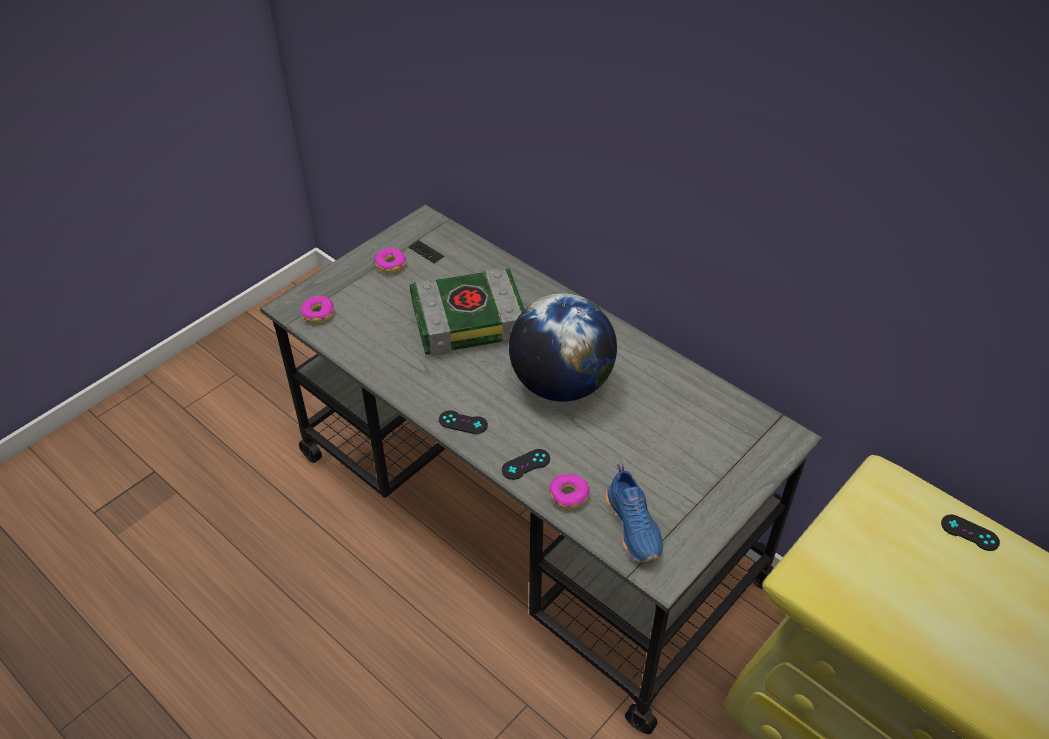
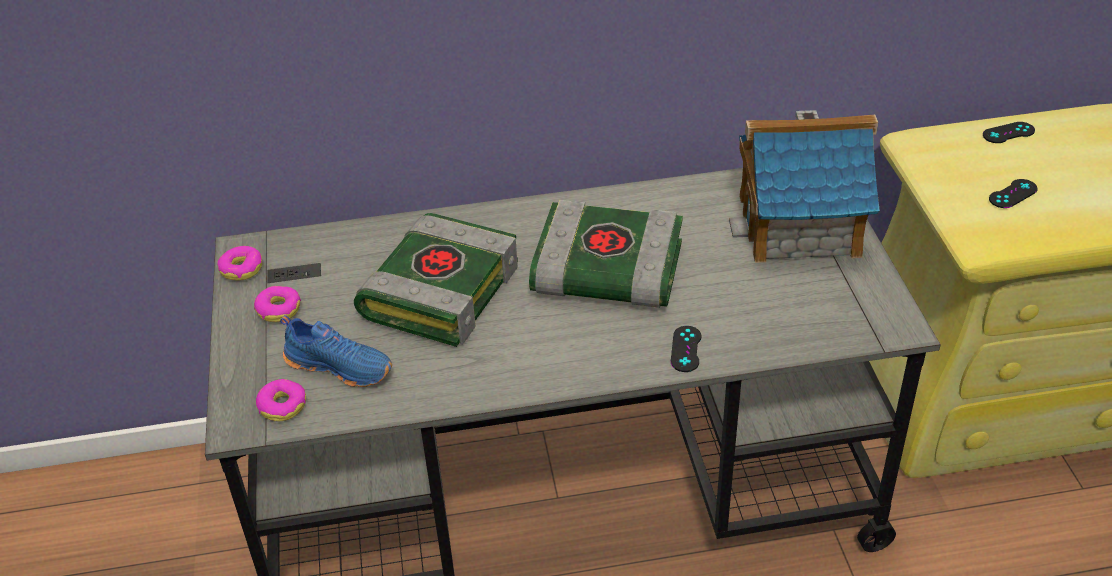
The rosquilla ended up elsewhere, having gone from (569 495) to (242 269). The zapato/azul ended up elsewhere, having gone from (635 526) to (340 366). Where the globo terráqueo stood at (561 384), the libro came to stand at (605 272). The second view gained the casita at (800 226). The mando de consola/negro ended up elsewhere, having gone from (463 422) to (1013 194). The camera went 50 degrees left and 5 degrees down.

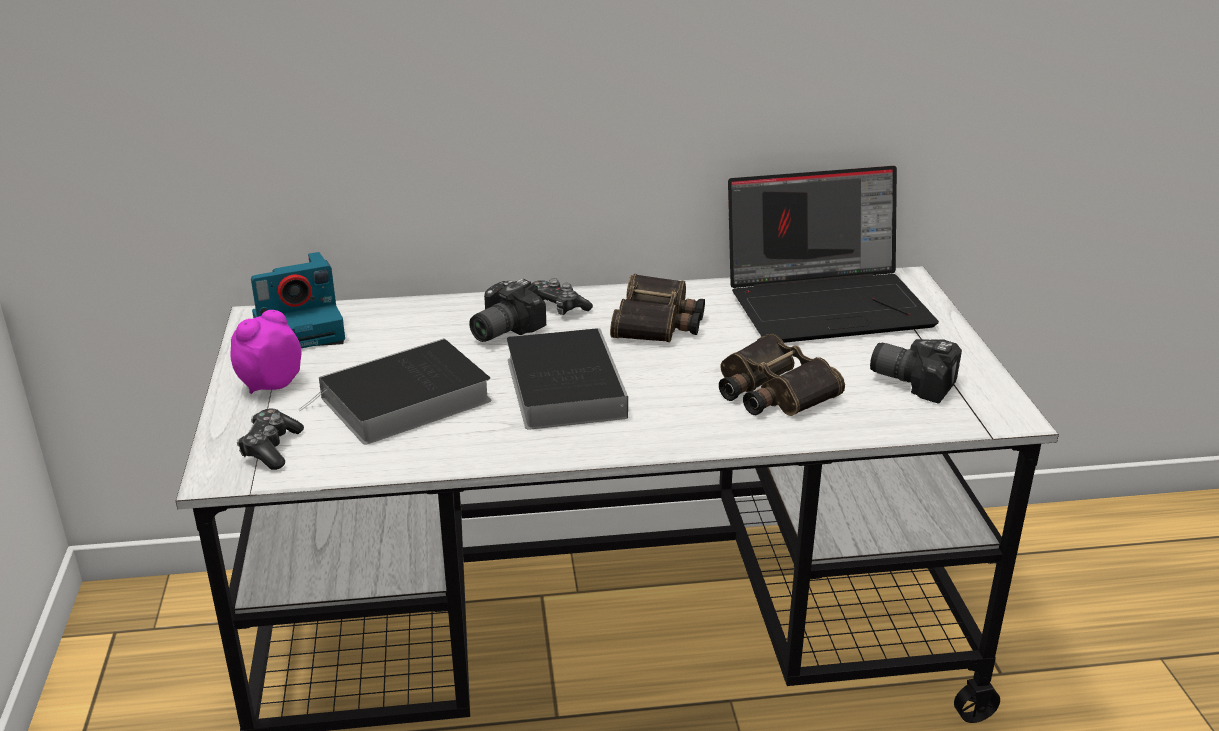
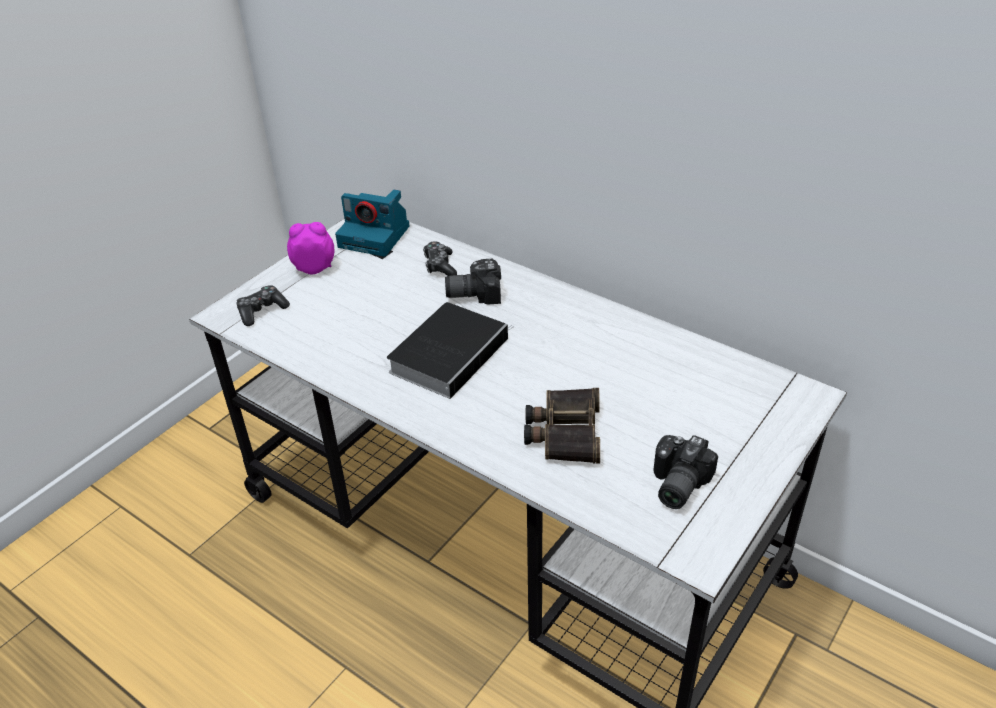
The mando de consola ended up elsewhere, having gone from (557 307) to (440 266). The cámara at (913 380) ended up facing another way, 135 degrees counterclockwise from before. The second view lost the libro at (402 402). The second view lost the prismáticos at (658 322). The second view lost the portátil at (829 303). The camera went 45 degrees right and 10 degrees up.

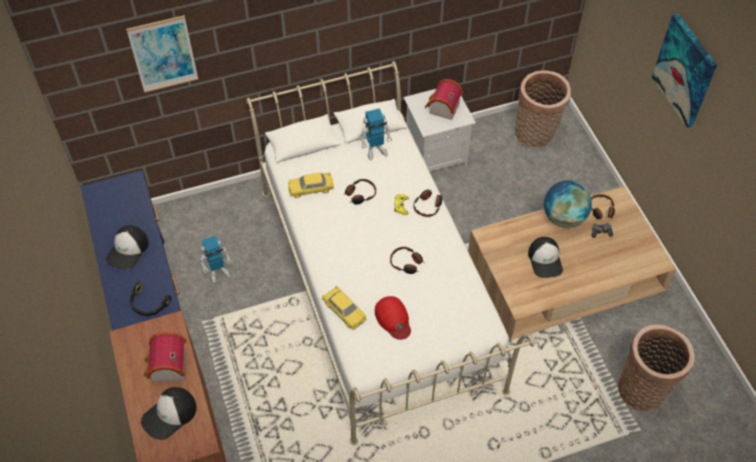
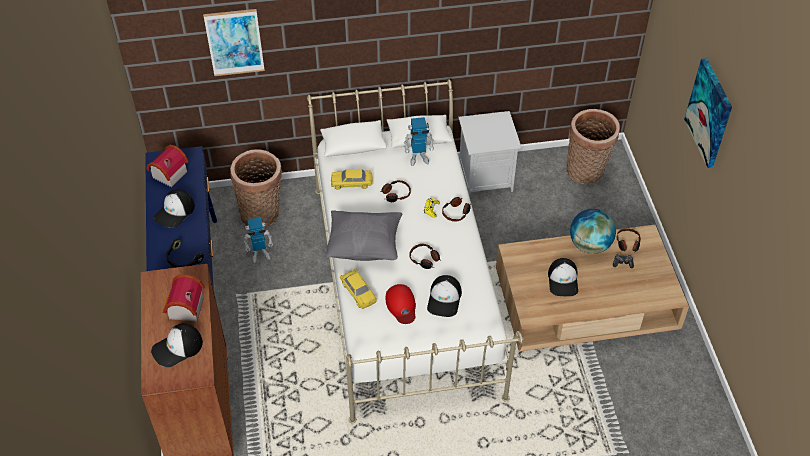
The casita ended up elsewhere, having gone from (442 108) to (167 174). The cesta ended up elsewhere, having gone from (643 389) to (262 214). The second view gained the cojín/gris at (365 246). The second view gained the gorra at (444 299). The camera went 10 degrees right and 5 degrees down.

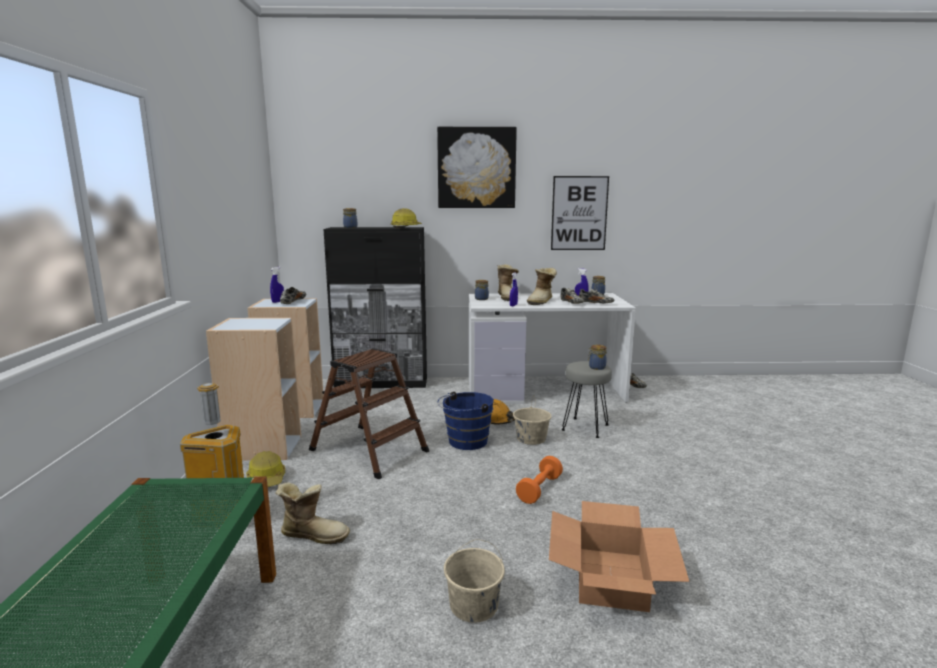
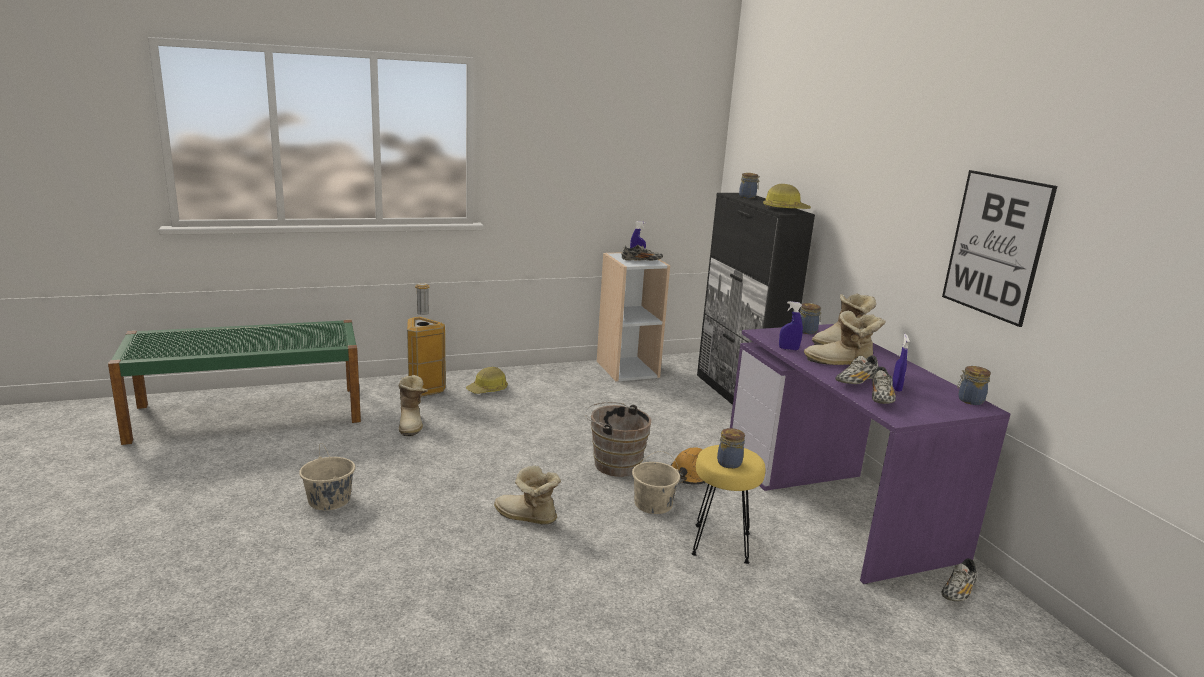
Where the mancuerna/naranja stood at (539 489), the bota came to stand at (526 518). What was the cubo/azul at (465 442) turned into the cubo/marrón at (614 463). What was the taburete/gris at (585 428) turned into the taburete/amarillo at (720 543). What was the escritorio/blanco at (544 389) turned into the escritorio/morado at (838 503). The second view lost the estantería at (262 447). The second view lost the escalera de tijera/marrón at (368 450). The second view lost the cuadro at (476 168). The second view lost the caja de cartón at (611 578). The camera went 70 degrees right and 5 degrees up.

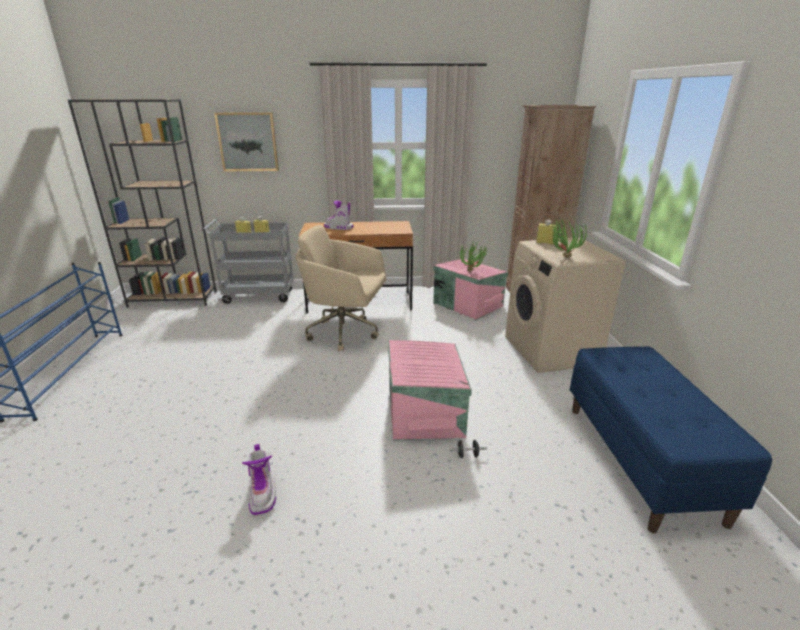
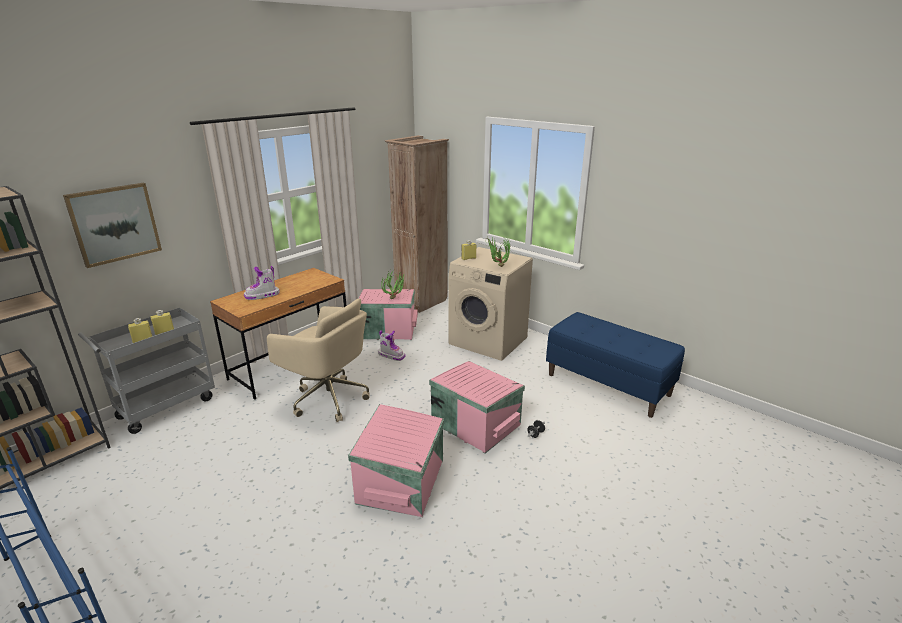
The silla de oficina/beis at (346 334) ended up facing another way, 120 degrees counterclockwise from before. The second view gained the caja de almacenaje/rosa at (402 480). The bota ended up elsewhere, having gone from (263 494) to (391 355). The camera went 45 degrees left and 0 degrees up.

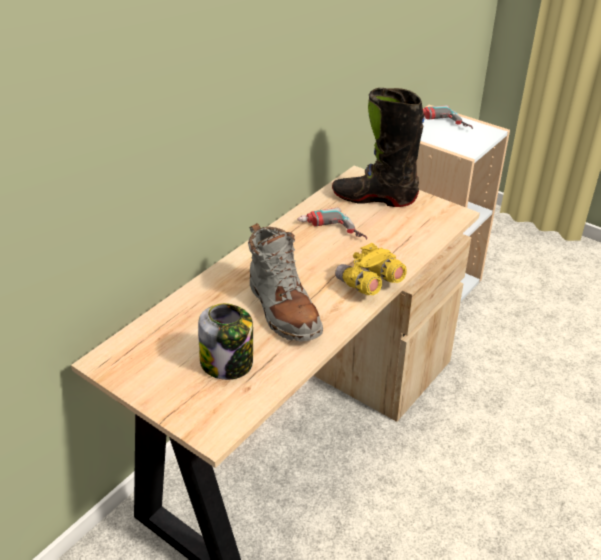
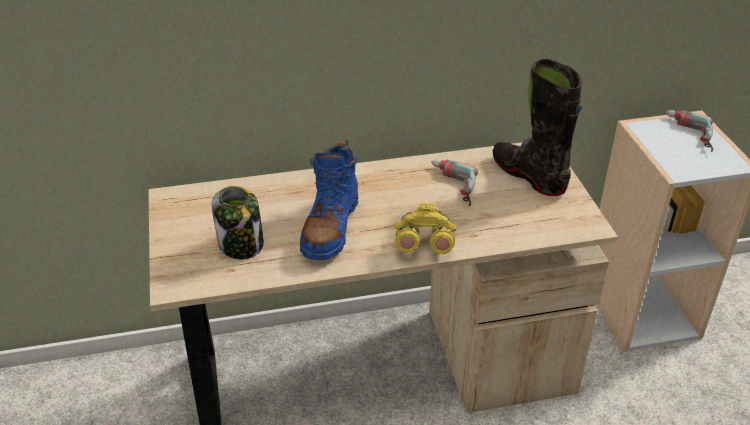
What was the bota/gris at (283 309) turned into the bota/azul at (330 227). The camera went 40 degrees right and 0 degrees up.

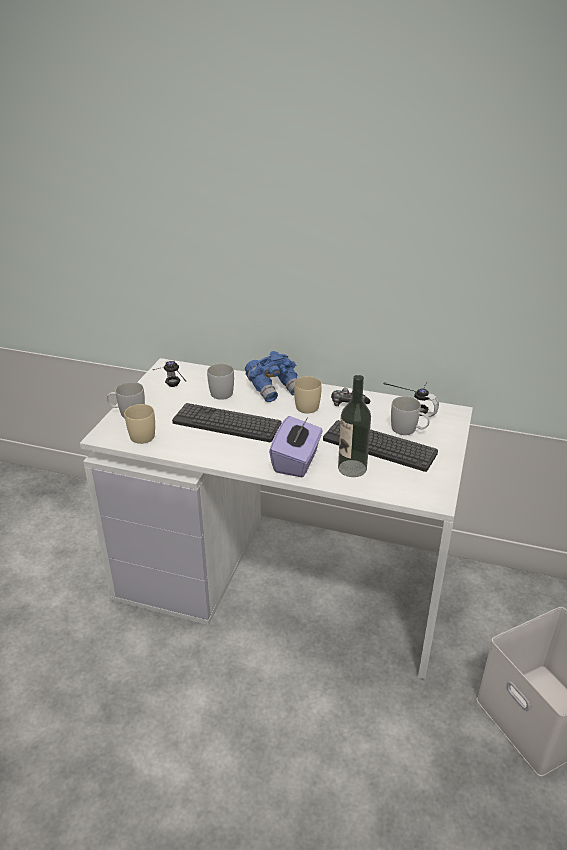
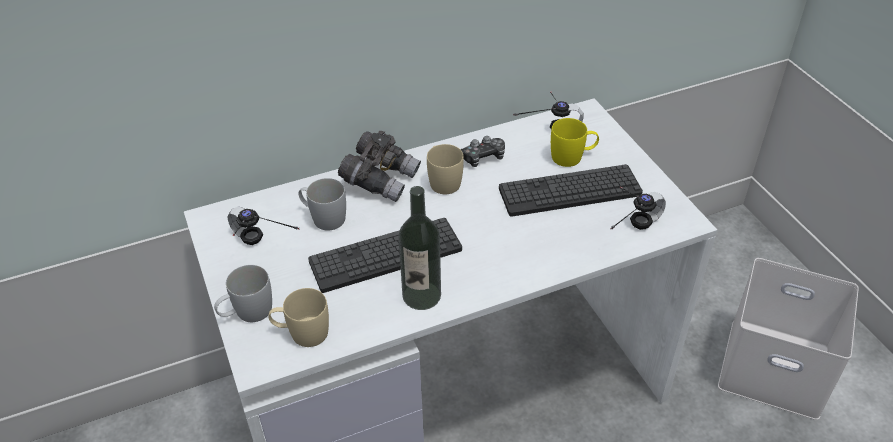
What was the prismáticos/azul at (274 388) turned into the prismáticos/gris at (380 179). The botella ended up elsewhere, having gone from (352 468) to (421 295). What was the taza grande/blanco at (408 430) turned into the taza grande/amarillo at (573 157). The second view gained the auriculares at (624 226). The second view lost the caja de pañuelos/morado at (296 461). The camera went 40 degrees left and 10 degrees up.

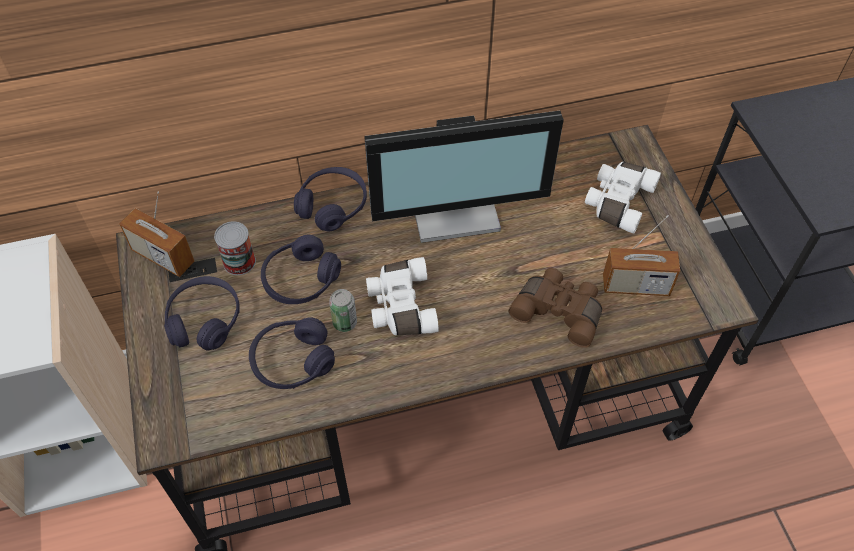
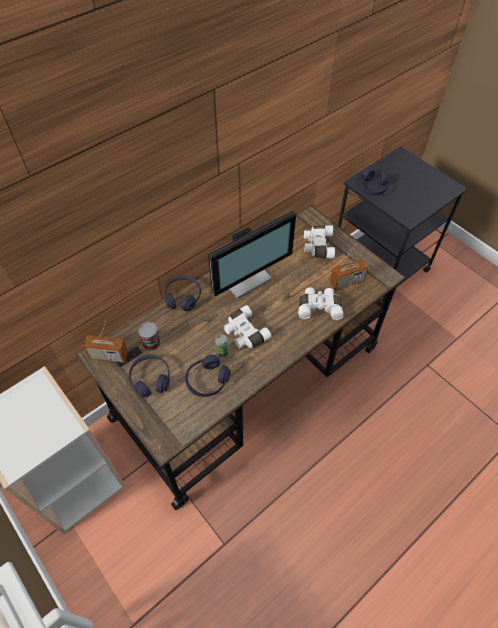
What was the prismáticos/marrón at (559 311) turned into the prismáticos/blanco at (319 307). The auriculares/morado ended up elsewhere, having gone from (301 279) to (371 187). The camera went 25 degrees left and 0 degrees up.

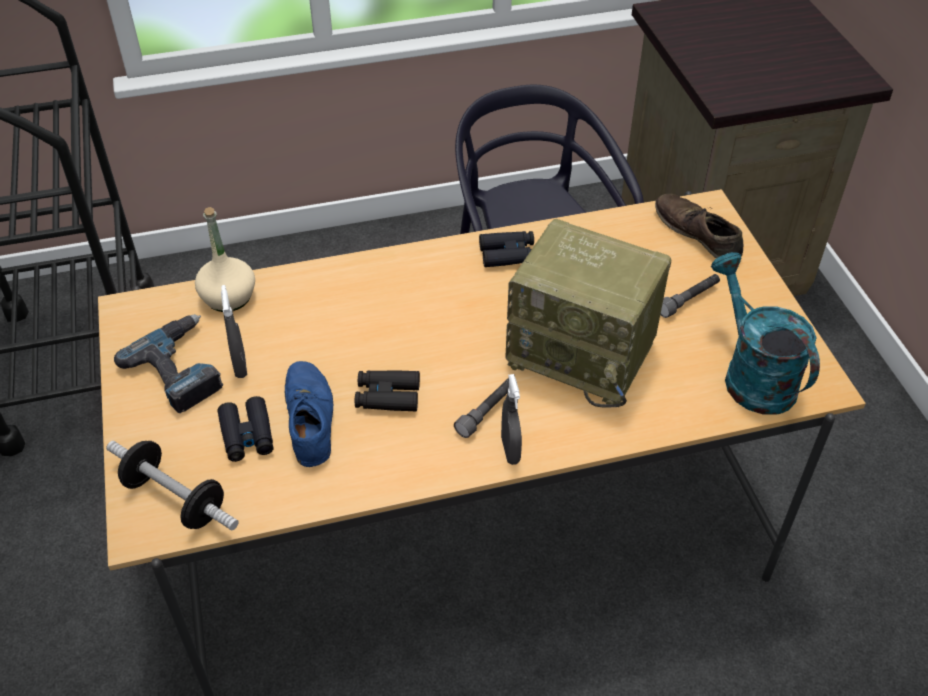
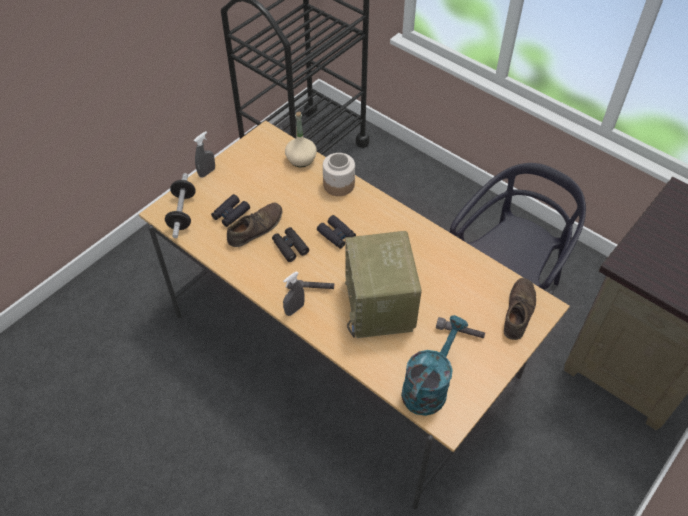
The pulverizador/gris ended up elsewhere, having gone from (240 366) to (207 172). What was the zapato/azul at (309 418) turned into the zapato/marrón at (255 228). The prismáticos/negro ended up elsewhere, having gone from (508 254) to (336 235). The second view gained the tarro at (339 184). The second view lost the taladro at (182 368). The camera went 55 degrees right and 5 degrees up.

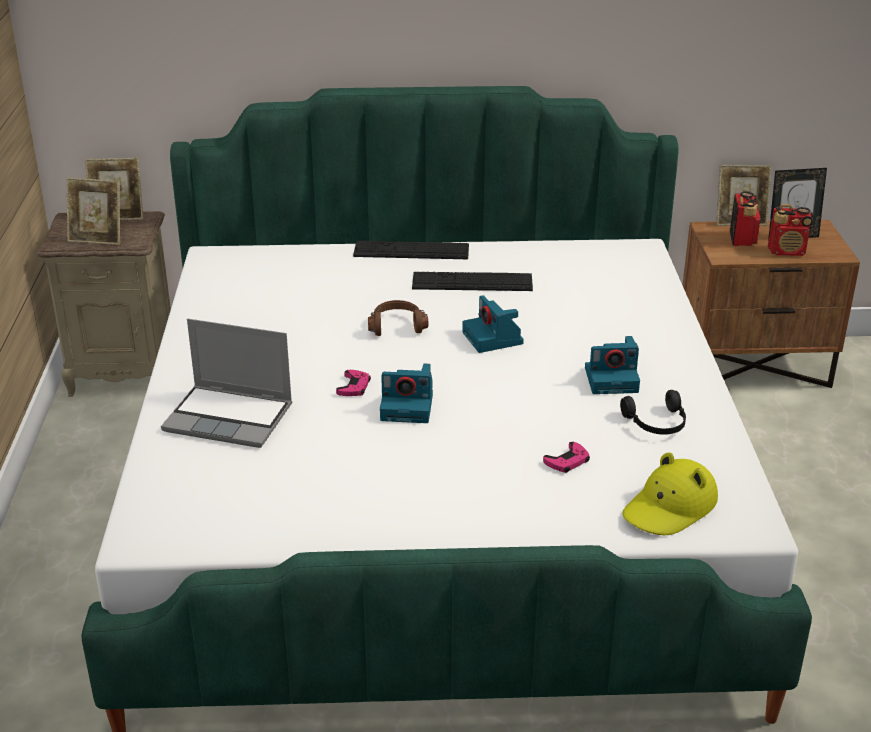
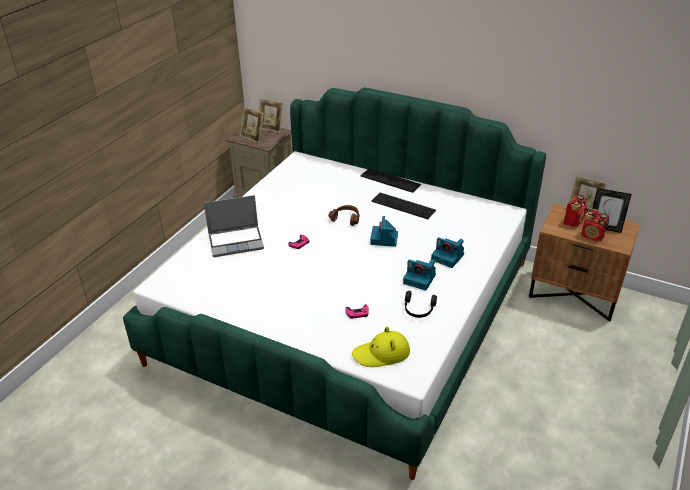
The portátil at (230 418) ended up facing another way, 60 degrees counterclockwise from before. The cámara ended up elsewhere, having gone from (408 407) to (448 257). The camera went 30 degrees right and 5 degrees up.

